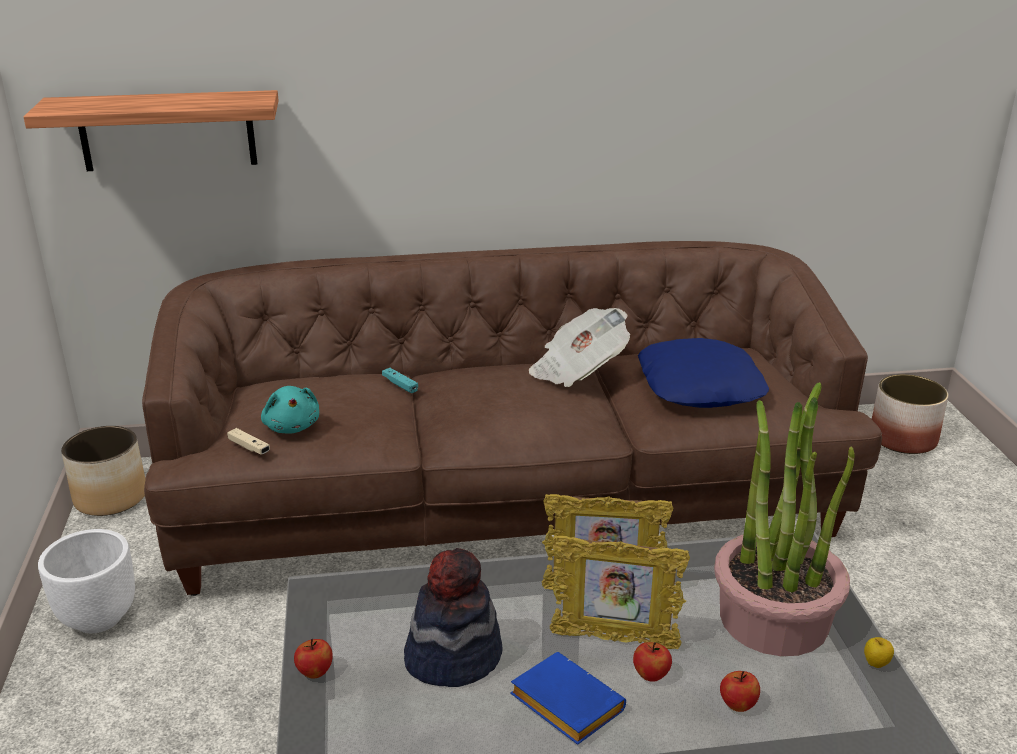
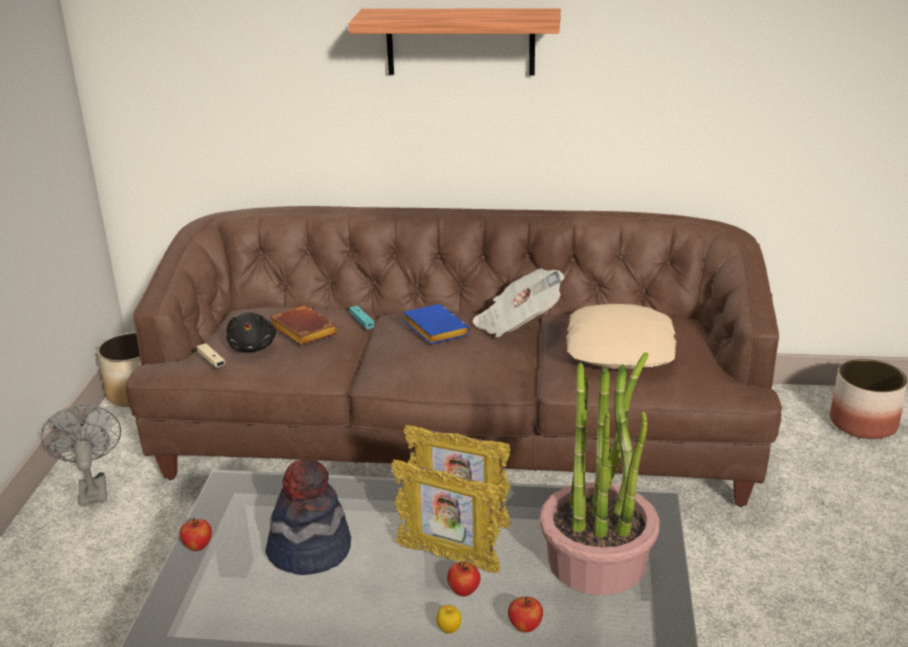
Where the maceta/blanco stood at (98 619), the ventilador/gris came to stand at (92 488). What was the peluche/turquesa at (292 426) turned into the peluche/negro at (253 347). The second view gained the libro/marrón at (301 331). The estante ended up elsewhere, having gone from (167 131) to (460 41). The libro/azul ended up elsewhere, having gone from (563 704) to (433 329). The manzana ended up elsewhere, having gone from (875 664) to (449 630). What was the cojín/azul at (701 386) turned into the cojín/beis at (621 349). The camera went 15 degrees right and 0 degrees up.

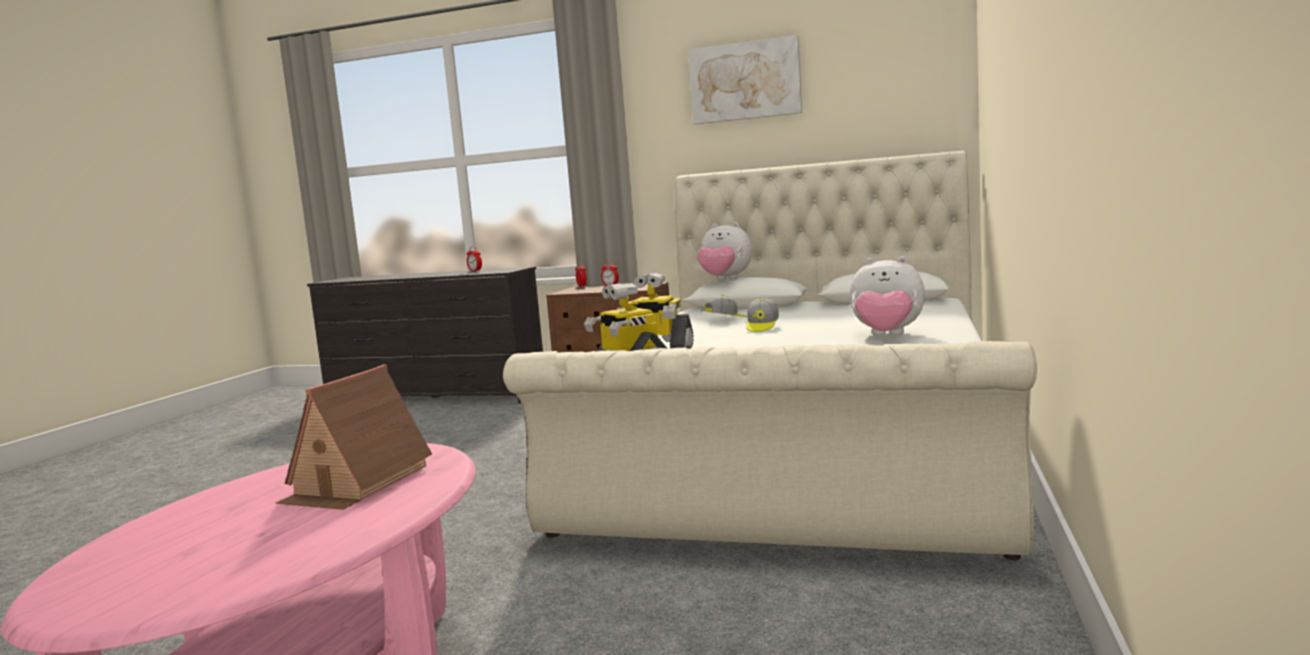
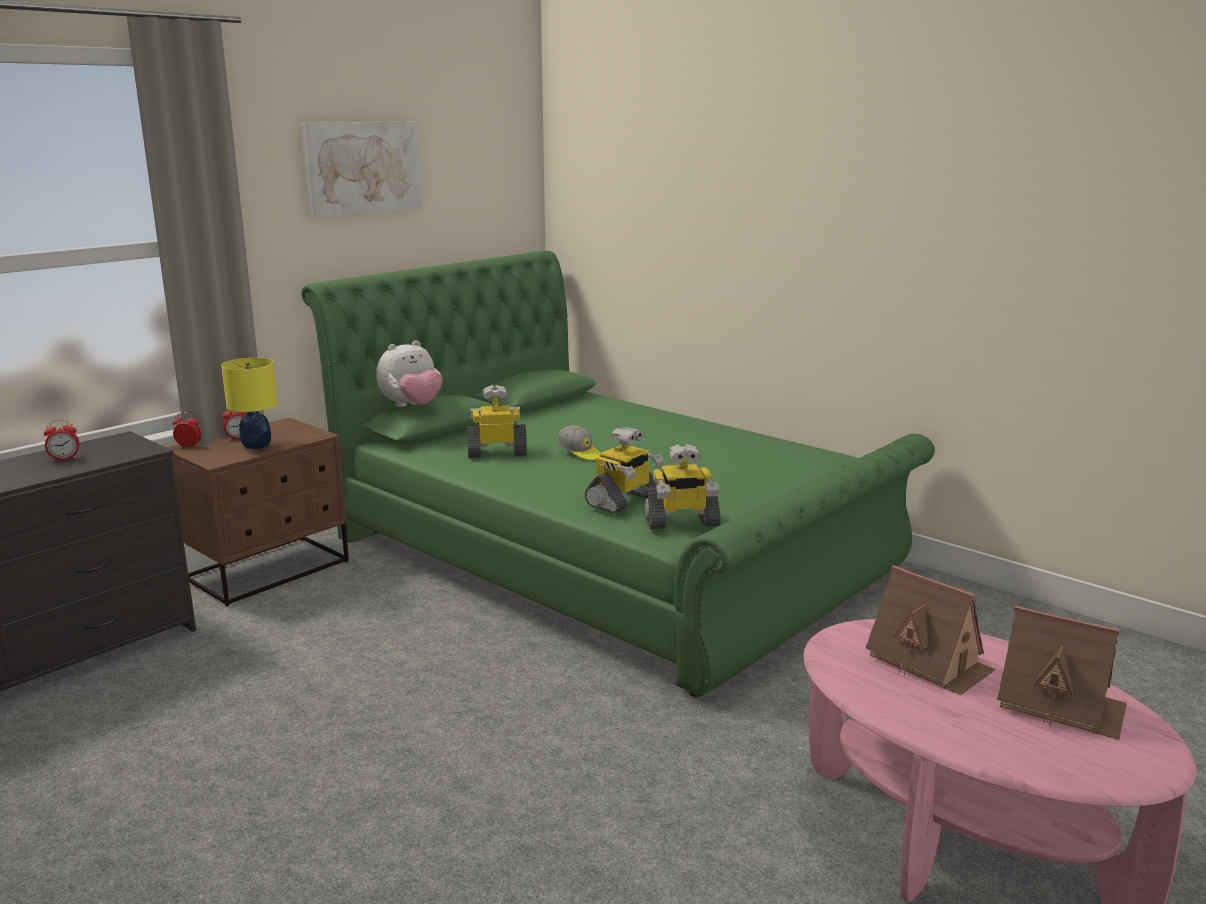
The second view gained the lámpara de mesa/amarillo at (257 446). What was the cama/beis at (801 443) turned into the cama/verde at (608 551). Where the gorra stood at (726 319), the robot de juguete came to stand at (497 452). The second view gained the casita at (1060 705). The second view lost the peluche at (887 335). The camera went 65 degrees left and 10 degrees up.

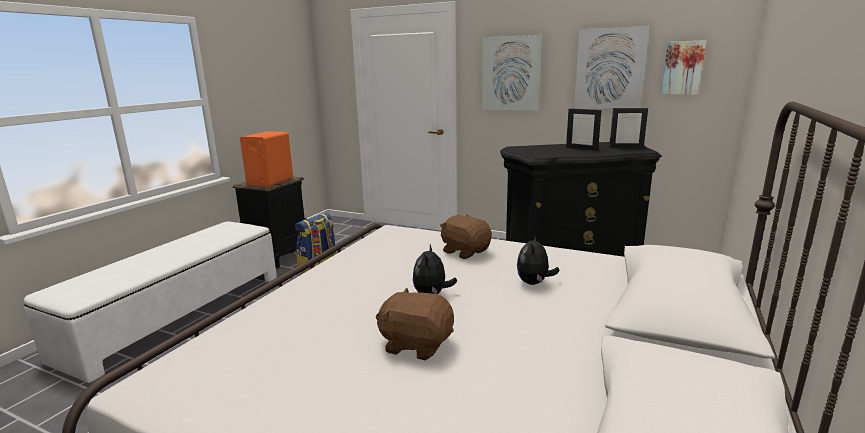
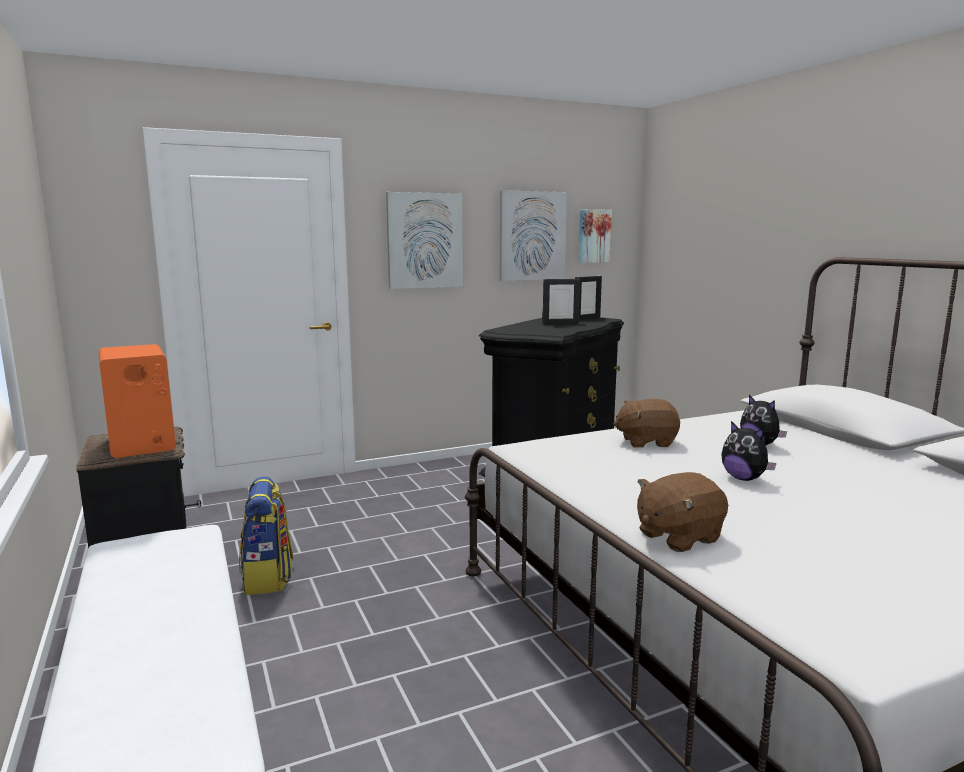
The peluche/marrón ended up elsewhere, having gone from (416 344) to (678 536). The camera went 50 degrees left and 5 degrees down.

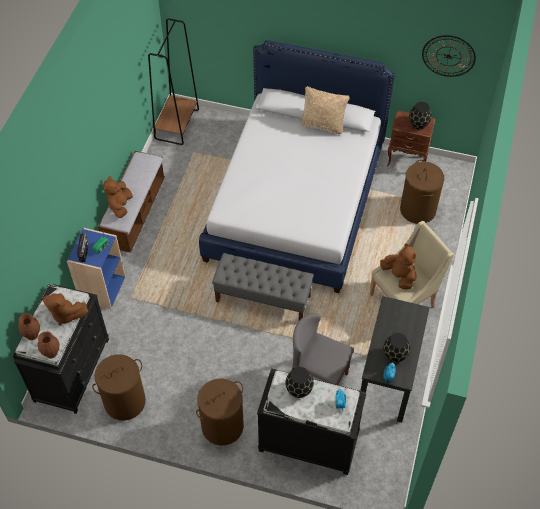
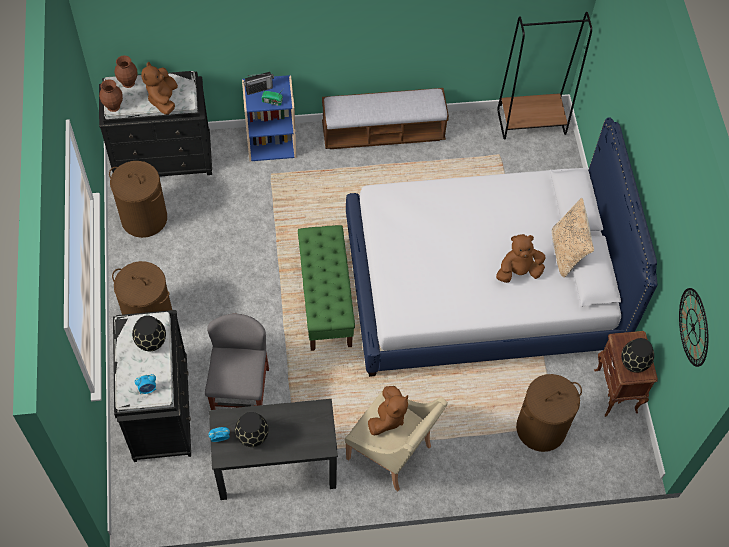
What was the banco/gris at (263 299) turned into the banco/verde at (326 300). The peluche/marrón ended up elsewhere, having gone from (120 206) to (518 271). The camera went 65 degrees right and 5 degrees up.

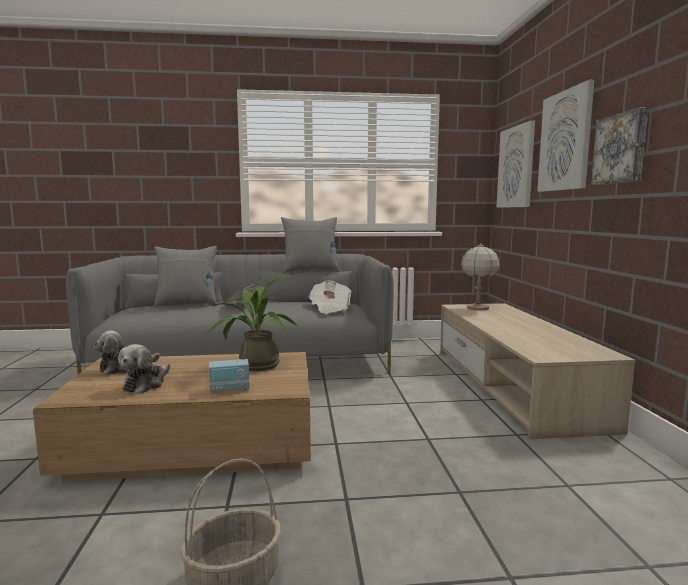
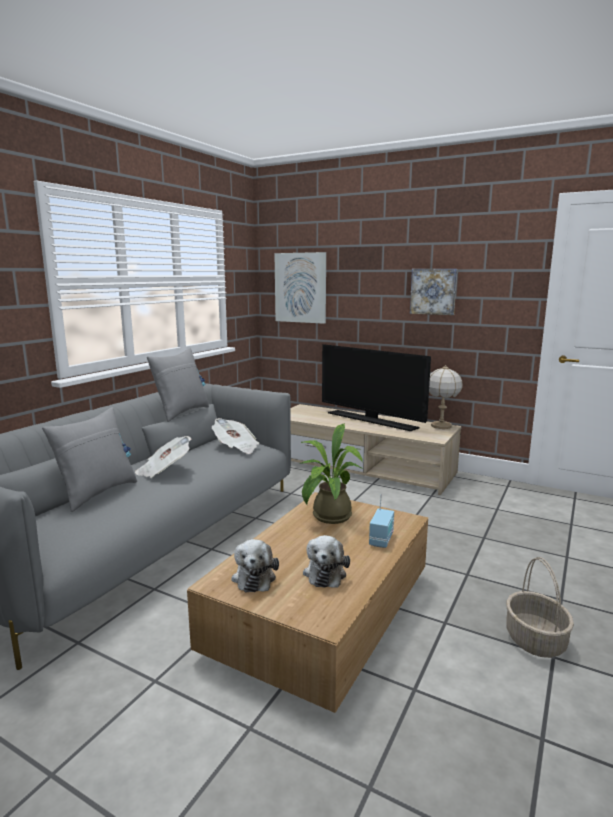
The peluche at (146 384) ended up facing another way, 45 degrees clockwise from before. The second view gained the televisor at (372 420). The lámpara de mesa ended up elsewhere, having gone from (478 308) to (441 426). The second view lost the cuadro at (565 141). The camera went 55 degrees left and 5 degrees up.

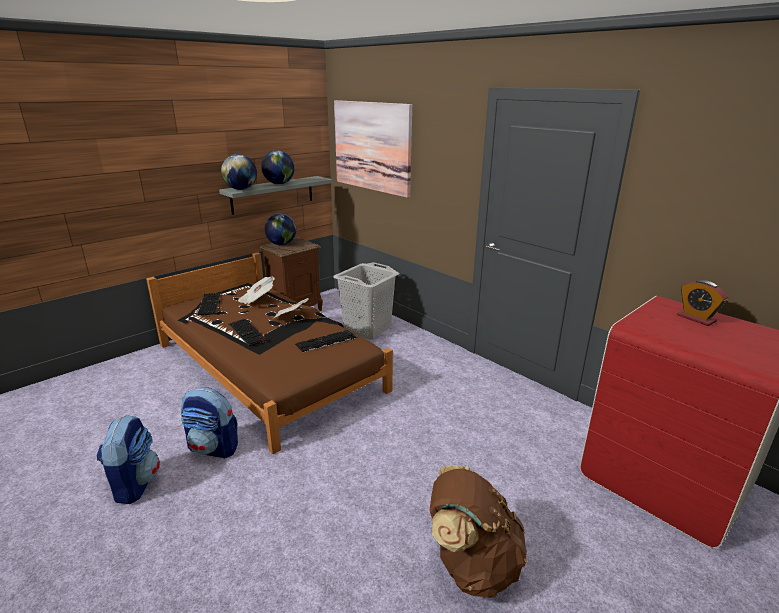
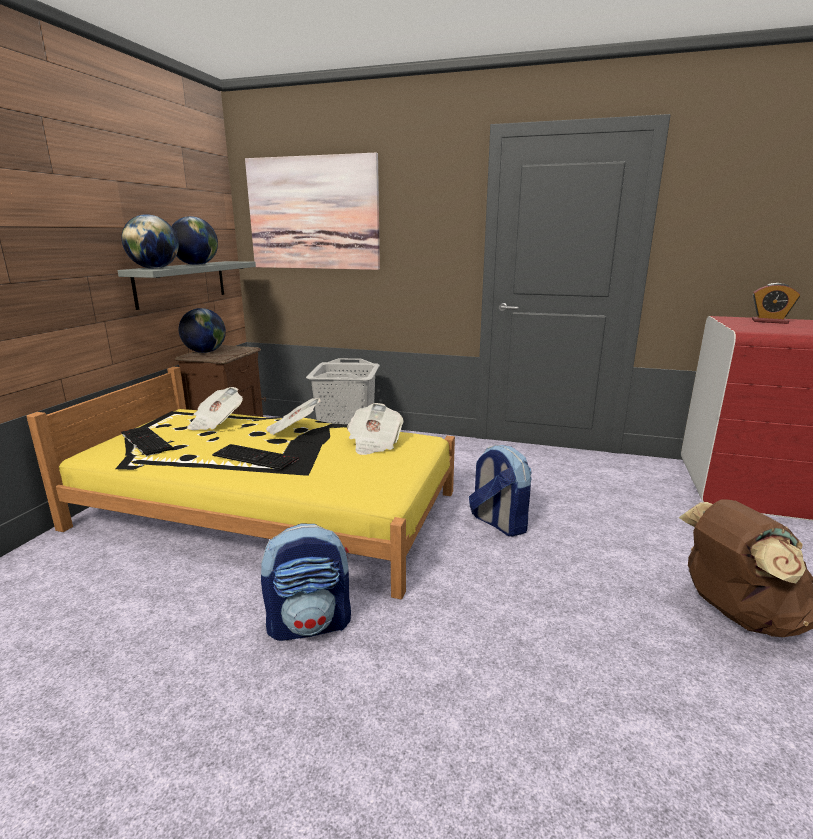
What was the cama/marrón at (267 366) turned into the cama/amarillo at (268 510). Where the teclado stood at (325 341), the periódico came to stand at (374 444). The mochila ended up elsewhere, having gone from (135 484) to (498 523). The camera went 30 degrees left and 5 degrees down.

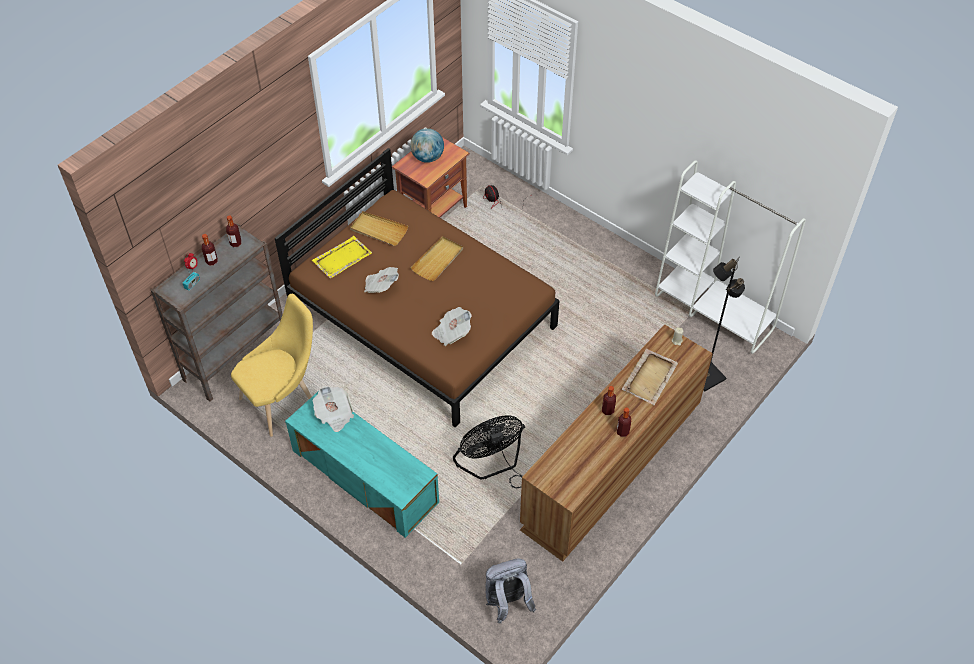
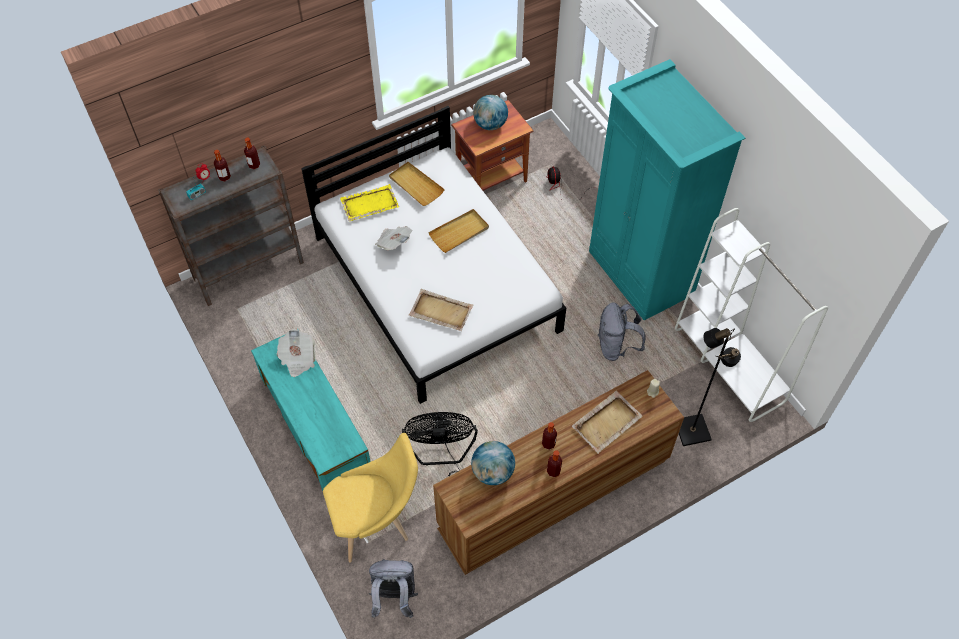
What was the cama/marrón at (423 318) turned into the cama/blanco at (436 283). The silla/amarillo ended up elsewhere, having gone from (283 400) to (376 521). Where the periódico stood at (452 332), the bandeja/beis came to stand at (440 311). The second view gained the globo terráqueo at (492 472). The second view gained the armario ropero/turquesa at (640 273). The second view gained the mochila/gris at (616 347). The camera went 20 degrees right and 5 degrees up.

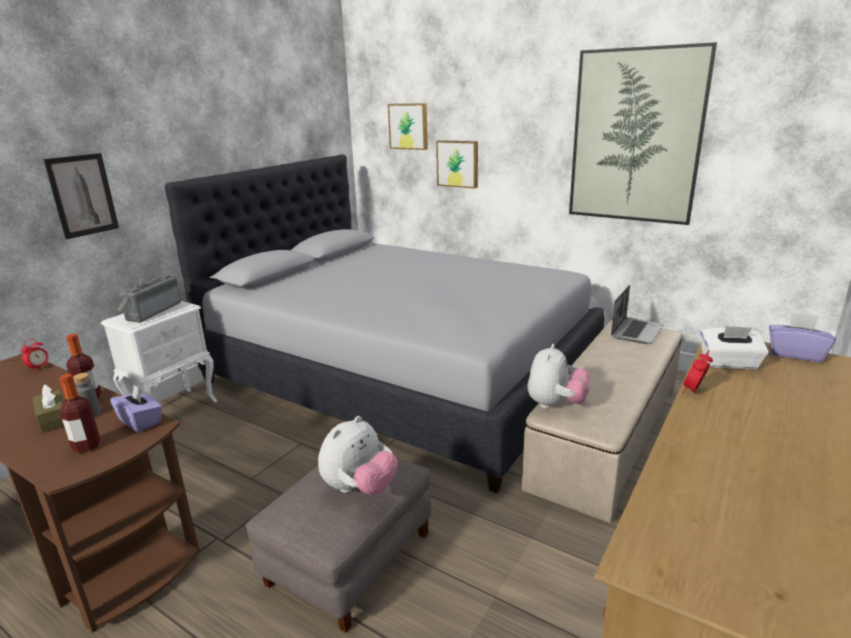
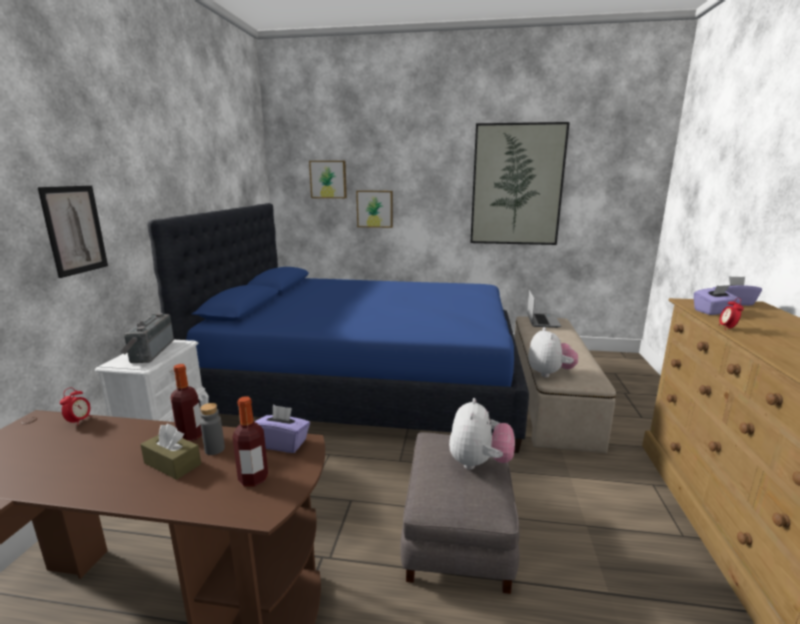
What was the cama/gris at (401 374) turned into the cama/azul at (366 383). What was the caja de pañuelos/blanco at (729 363) turned into the caja de pañuelos/morado at (714 312). The camera went 25 degrees left and 5 degrees down.

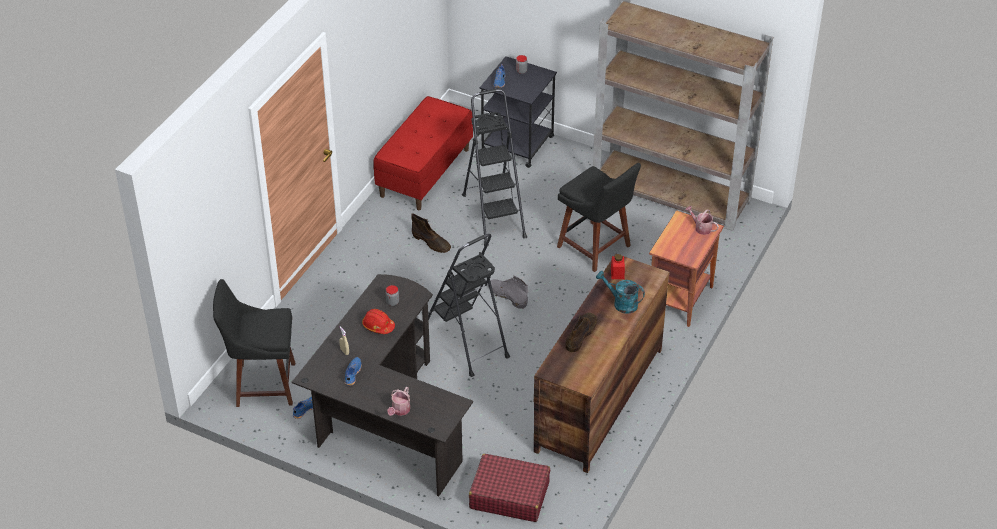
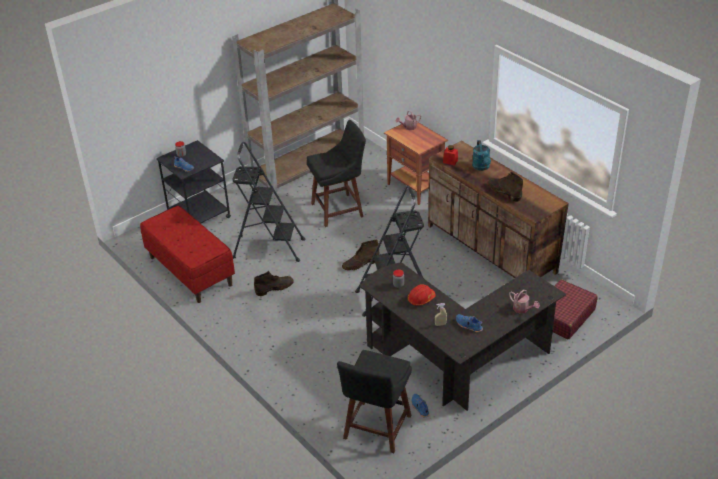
What was the bota/gris at (507 296) turned into the bota/marrón at (360 264). The regadera/turquesa at (621 303) ended up facing another way, 60 degrees counterclockwise from before. The camera went 65 degrees left and 5 degrees down.

